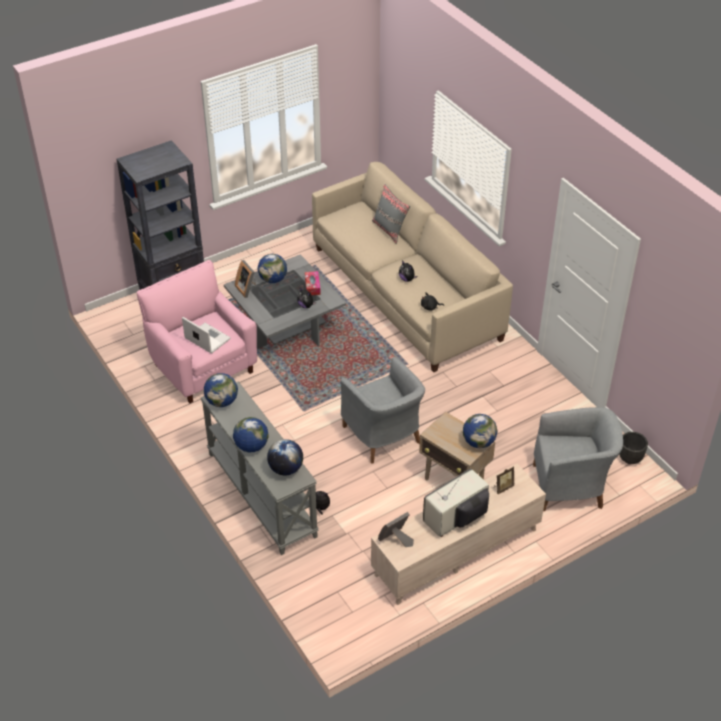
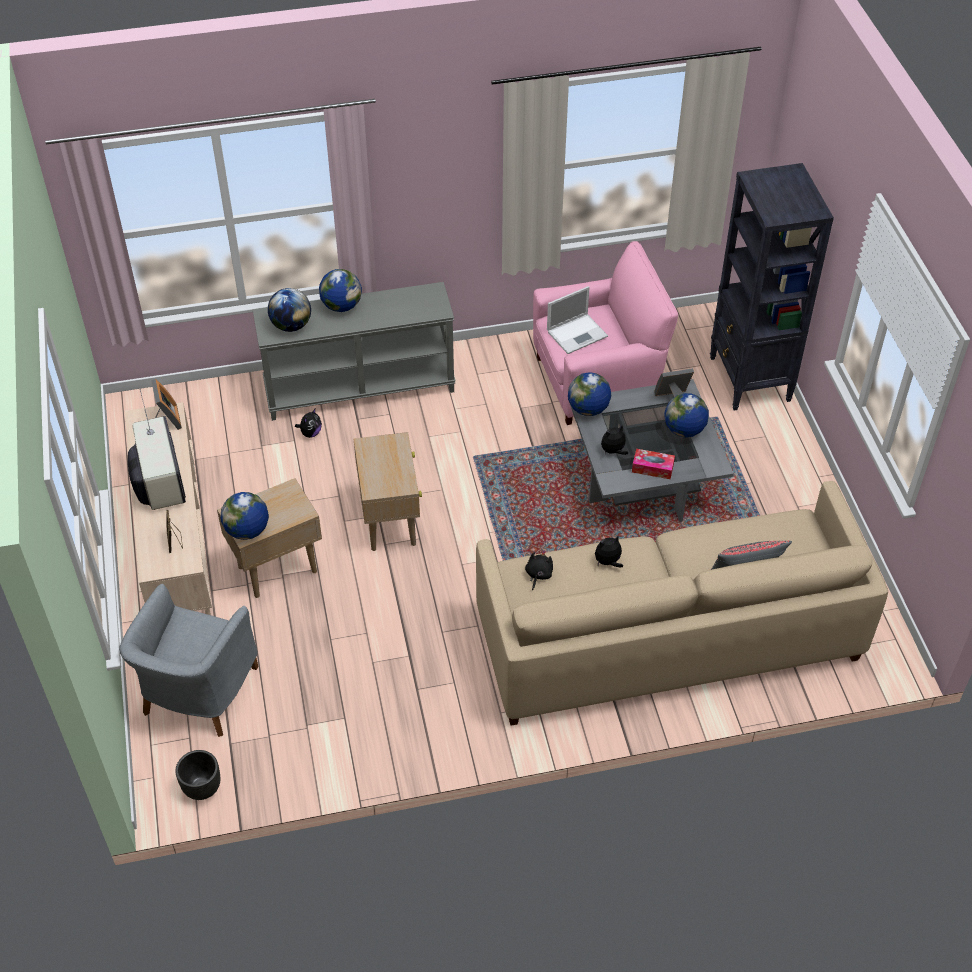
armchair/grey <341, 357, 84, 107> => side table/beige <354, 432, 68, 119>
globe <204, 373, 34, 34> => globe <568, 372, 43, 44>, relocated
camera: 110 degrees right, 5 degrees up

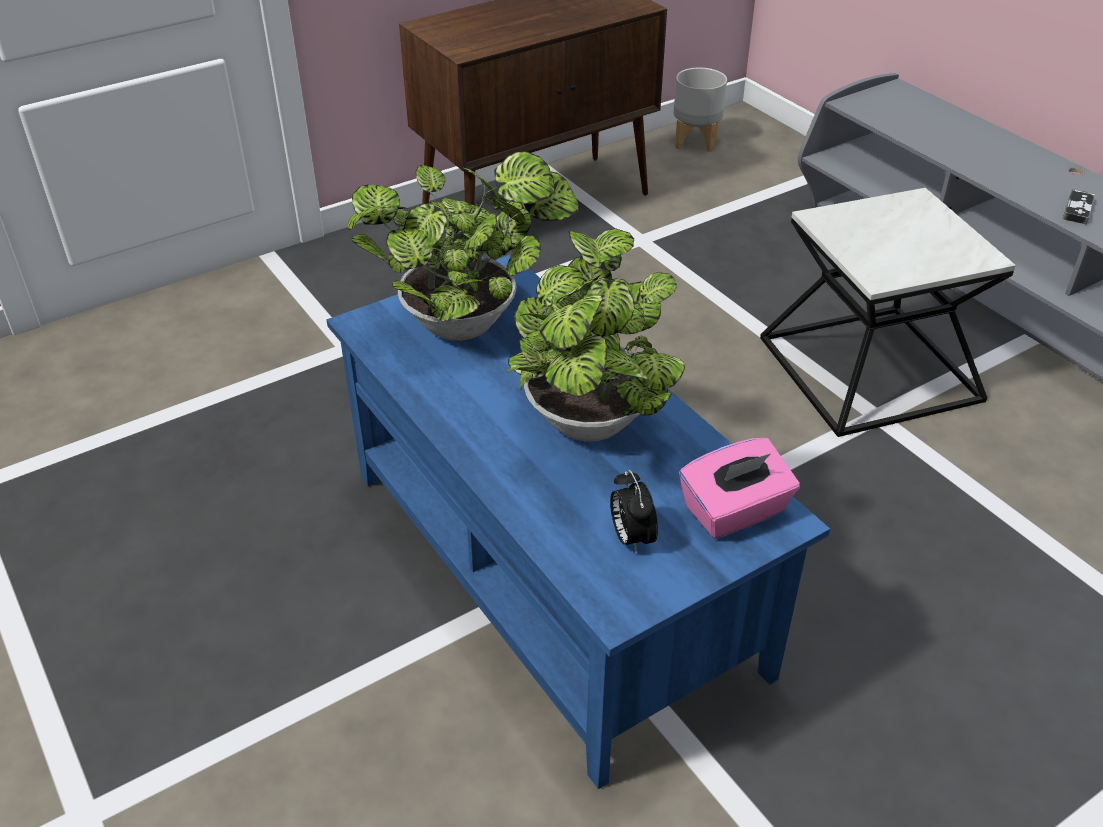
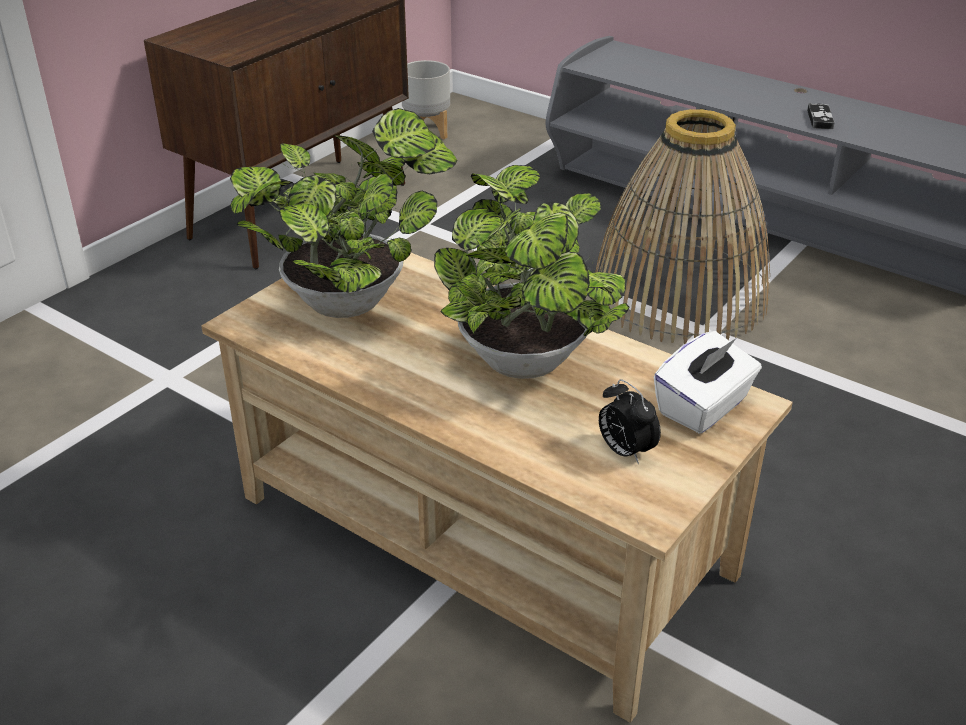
side table <760, 188, 256, 249> => basket <595, 109, 175, 235>
coffee table/blue <326, 254, 504, 535> => coffee table/beige <201, 253, 592, 470>
tissue box/pink <679, 438, 121, 101> => tissue box/white <654, 331, 108, 103>
camera: 20 degrees left, 5 degrees down

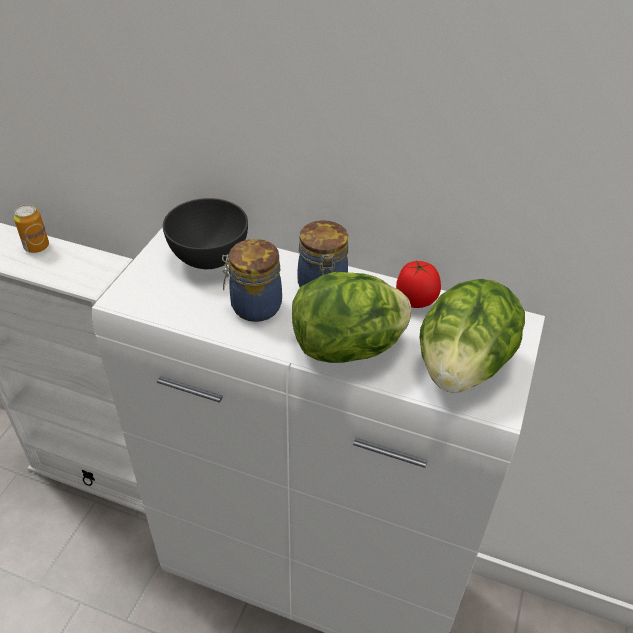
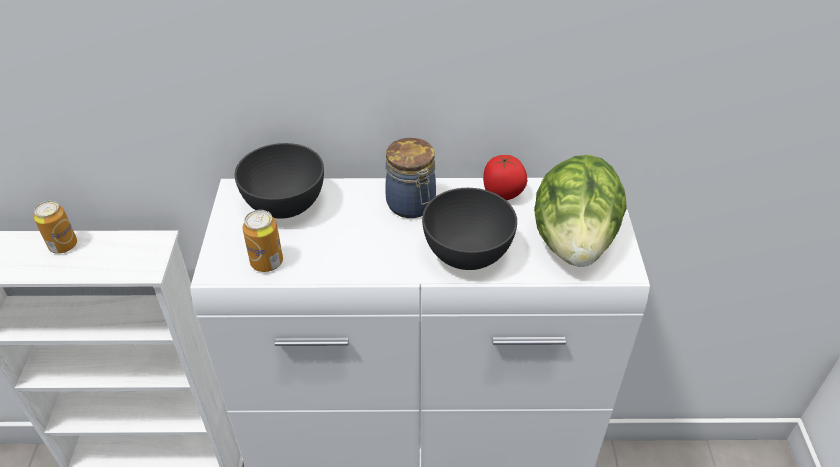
jar <222, 239, 60, 83> => nothing
lettuce <292, 272, 120, 91> => bowl/grey <422, 188, 95, 82>
nothing => can <242, 210, 41, 62>
camera: 20 degrees left, 0 degrees up

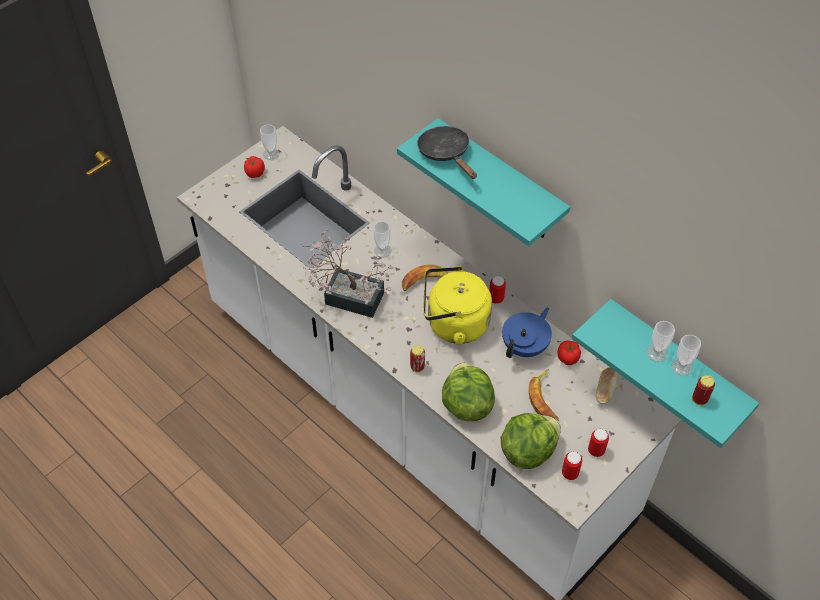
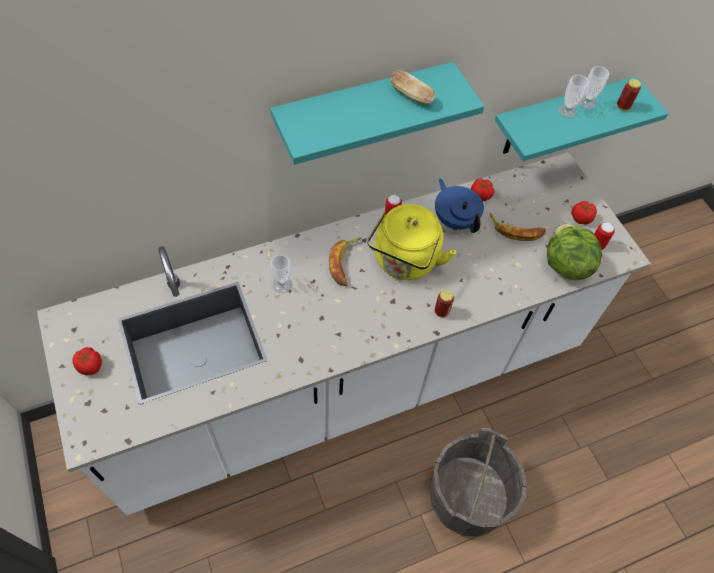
cup <260, 124, 19, 36> => nothing
frying pan/black <417, 126, 60, 53> => nothing
potted plant <303, 229, 91, 89> => nothing
lettuce <442, 362, 53, 60> => nothing
bread <596, 367, 21, 37> => bread <391, 70, 44, 35>, relocated
can <588, 429, 21, 28> => tomato <571, 201, 26, 24>
nothing => bucket/grey <429, 428, 98, 109>
camera: 70 degrees left, 5 degrees up

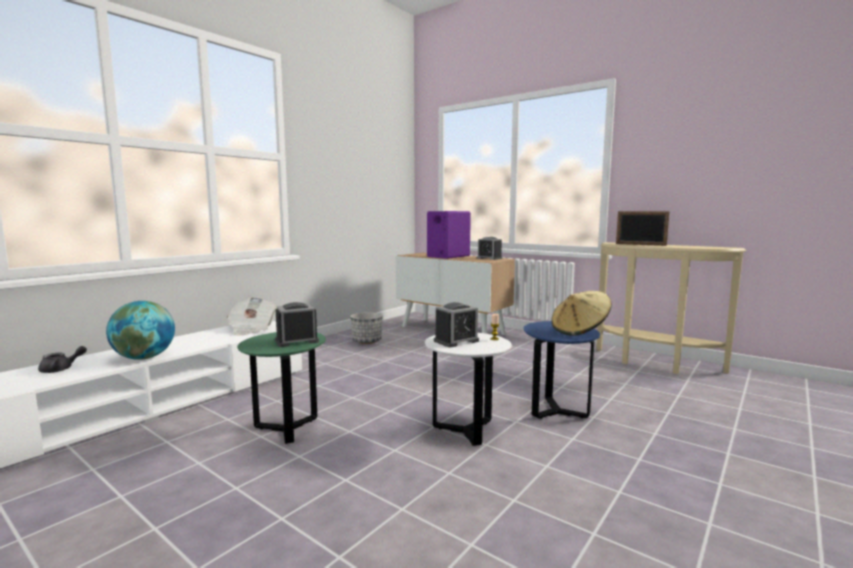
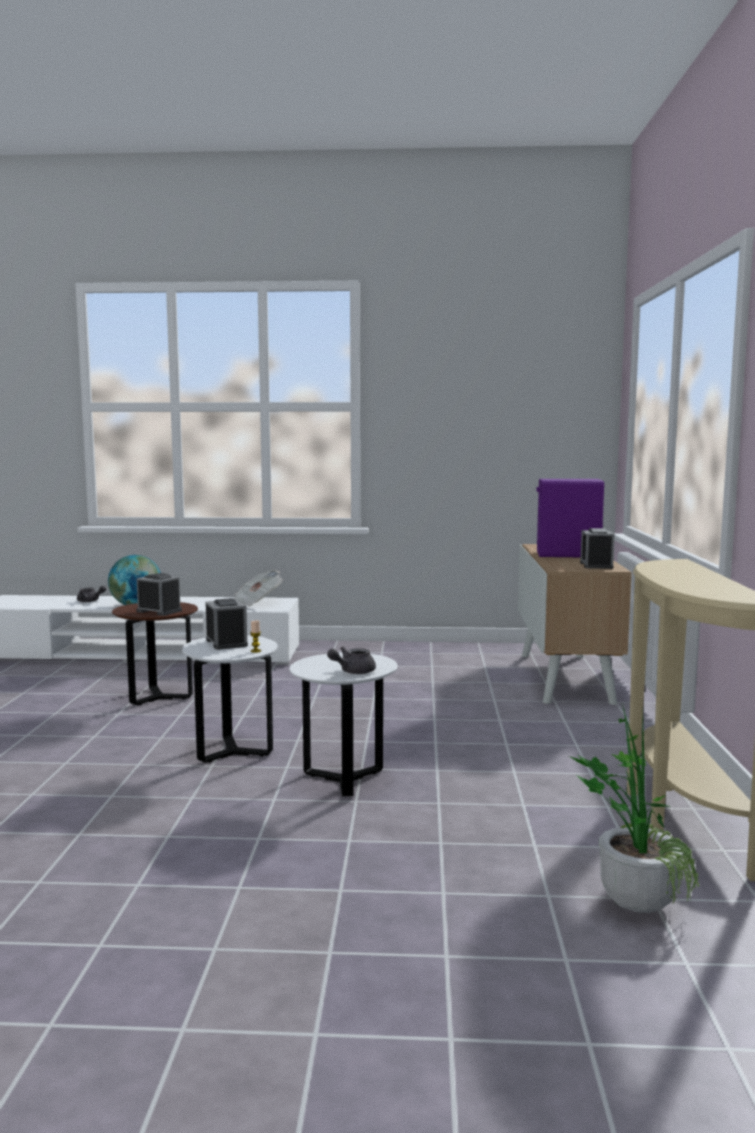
picture frame <616, 211, 54, 35> => nothing
hat/beige <552, 291, 60, 45> => teapot/grey <327, 646, 49, 28>
alarm clock <434, 302, 45, 46> => alarm clock <206, 598, 42, 52>, 135 degrees counterclockwise
planter <350, 312, 33, 32> => nothing
side table/blue <523, 321, 77, 98> => side table/white <289, 652, 109, 144>
side table/green <237, 332, 89, 112> => side table/brown <112, 602, 86, 103>
nothing => potted plant <569, 703, 130, 210>
camera: 55 degrees right, 0 degrees up

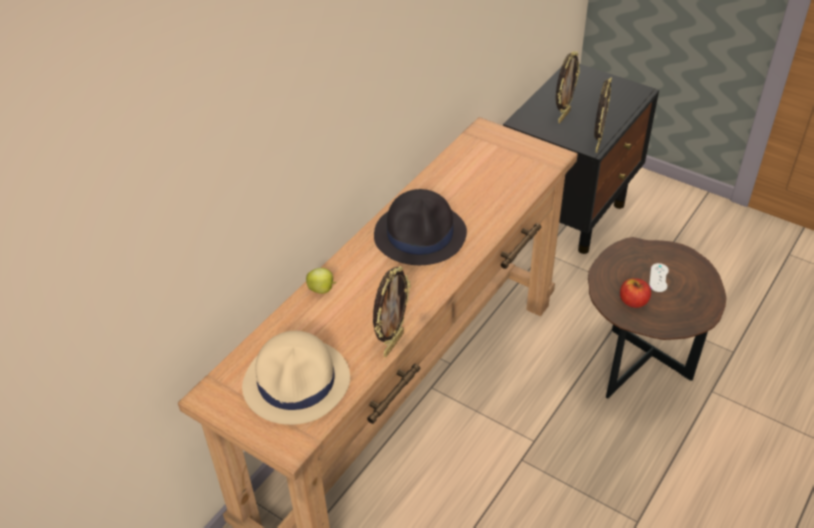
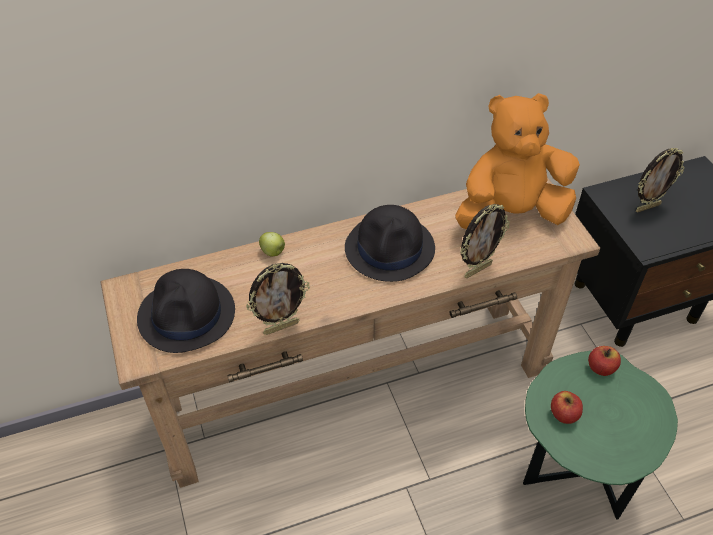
picture frame <594, 78, 18, 75> => picture frame <460, 204, 50, 74>, relocated
side table/brown <588, 237, 138, 162> => side table/green <523, 351, 155, 168>
game controller/white <649, 263, 20, 29> => nothing
hat/beige <242, 331, 108, 94> => hat/black <137, 269, 98, 84>
nothing => plush toy/orange <455, 93, 125, 136>
nothing => apple <588, 346, 33, 30>
camera: 35 degrees right, 5 degrees up

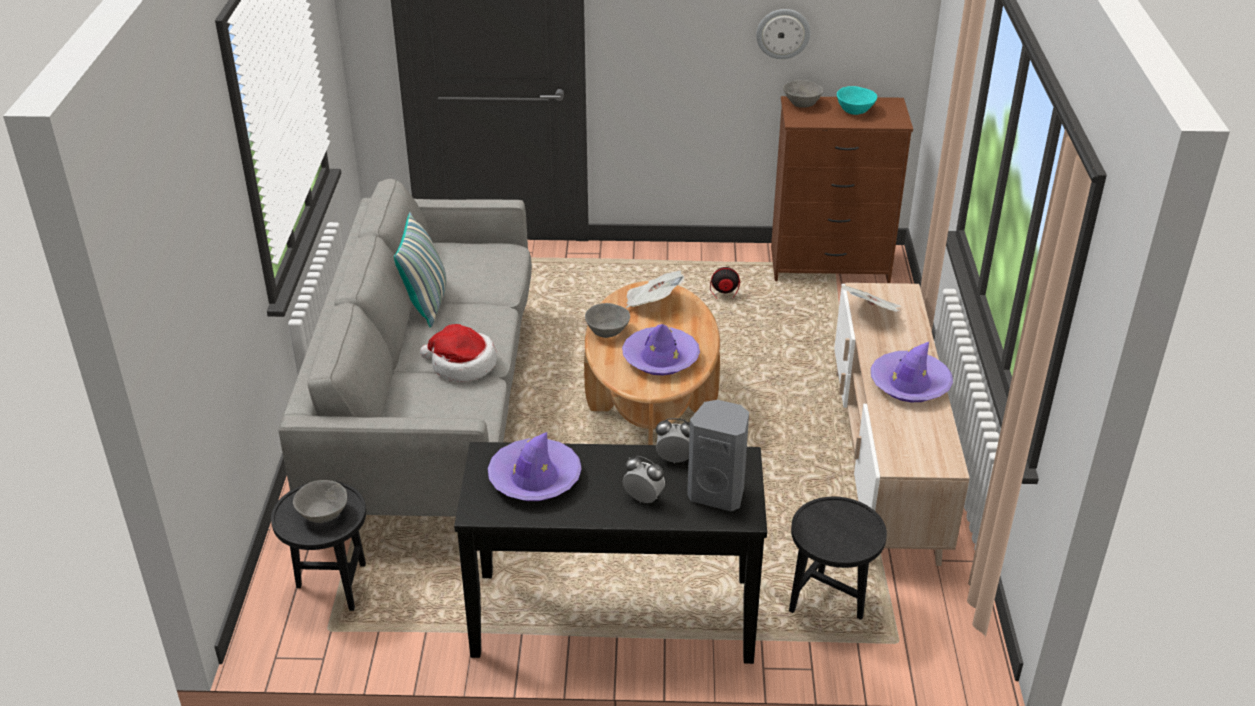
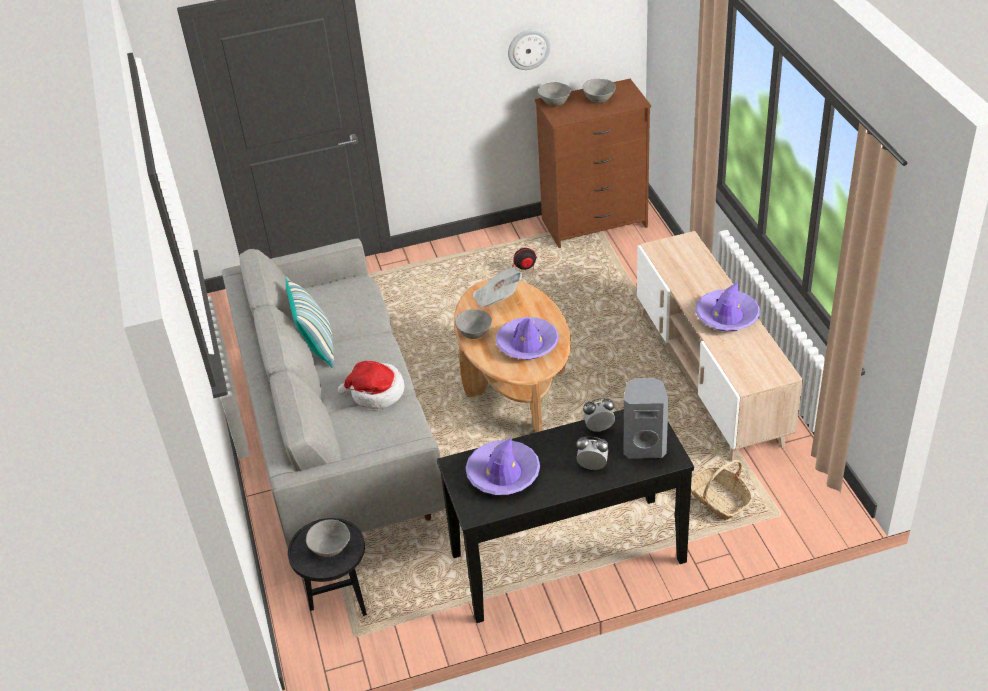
bowl/turquoise <837, 86, 40, 29> => bowl/grey <583, 79, 33, 24>
newspaper <841, 285, 60, 28> => nothing
side table/black <789, 497, 98, 123> => basket <691, 460, 62, 60>
camera: 15 degrees left, 5 degrees up

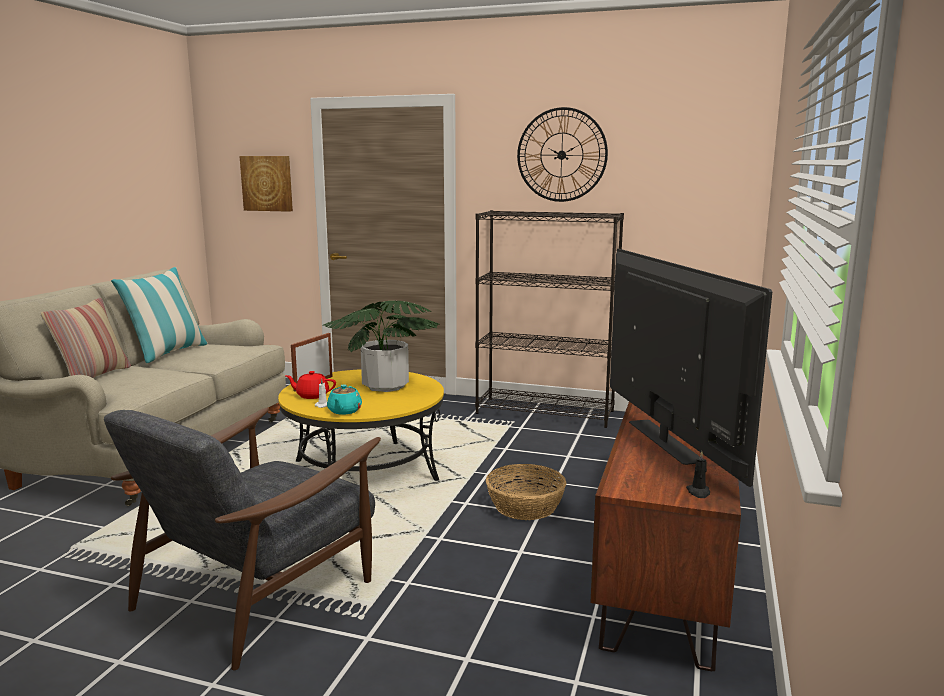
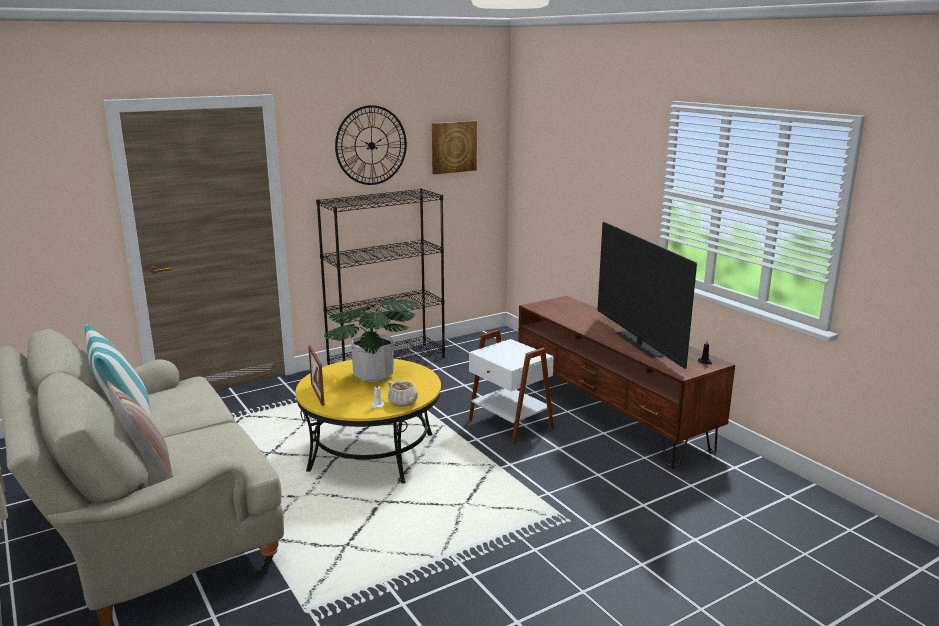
picture <239, 156, 54, 56> => picture <432, 121, 45, 53>, relocated
television <610, 249, 162, 238> => television <597, 222, 100, 147>, 135 degrees counterclockwise
teapot/red <285, 371, 51, 28> => nothing
teapot/turquoise <327, 384, 35, 31> => teapot/beige <388, 380, 31, 27>
armchair/grey <104, 408, 277, 262> => nothing
basket <486, 464, 81, 56> => side table/white <469, 330, 85, 115>
camera: 50 degrees left, 5 degrees up

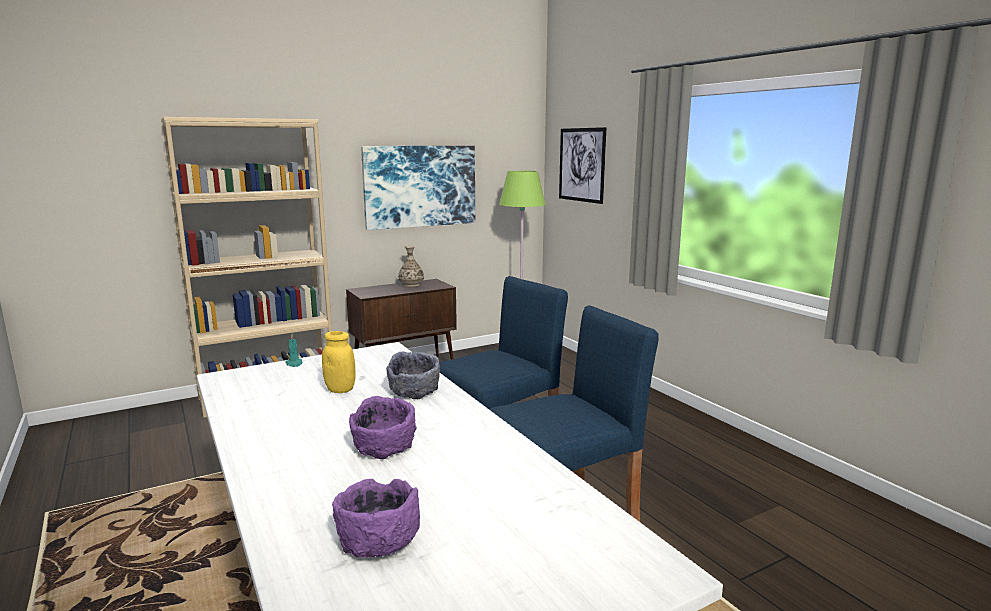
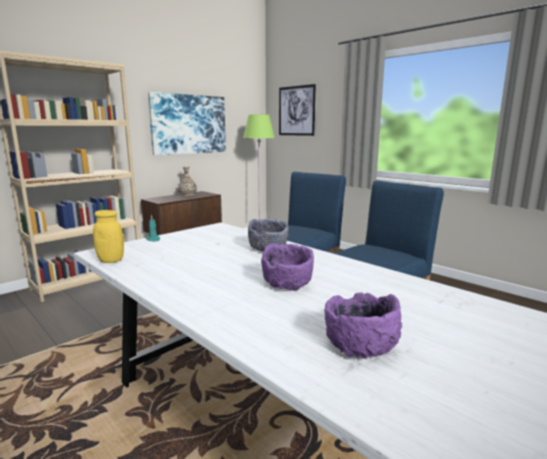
jar/yellow <322, 331, 34, 62> => jar/yellow <93, 210, 31, 53>, relocated
camera: 15 degrees left, 0 degrees up

